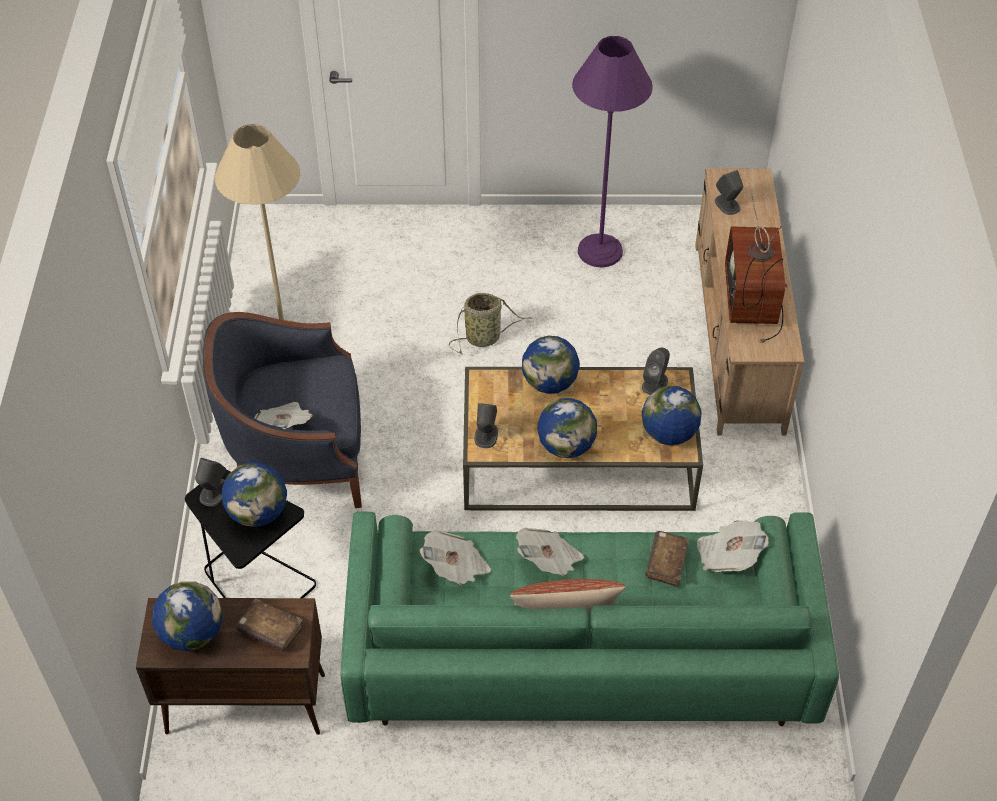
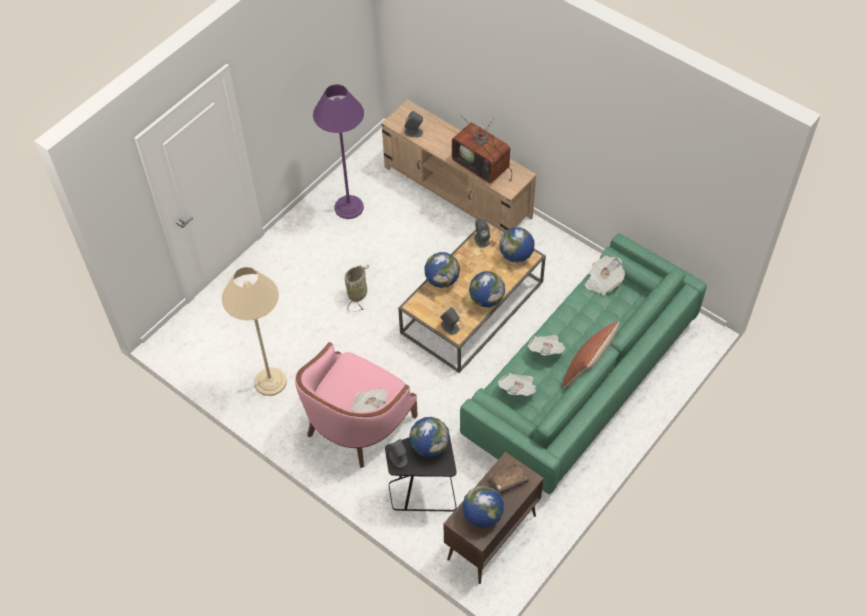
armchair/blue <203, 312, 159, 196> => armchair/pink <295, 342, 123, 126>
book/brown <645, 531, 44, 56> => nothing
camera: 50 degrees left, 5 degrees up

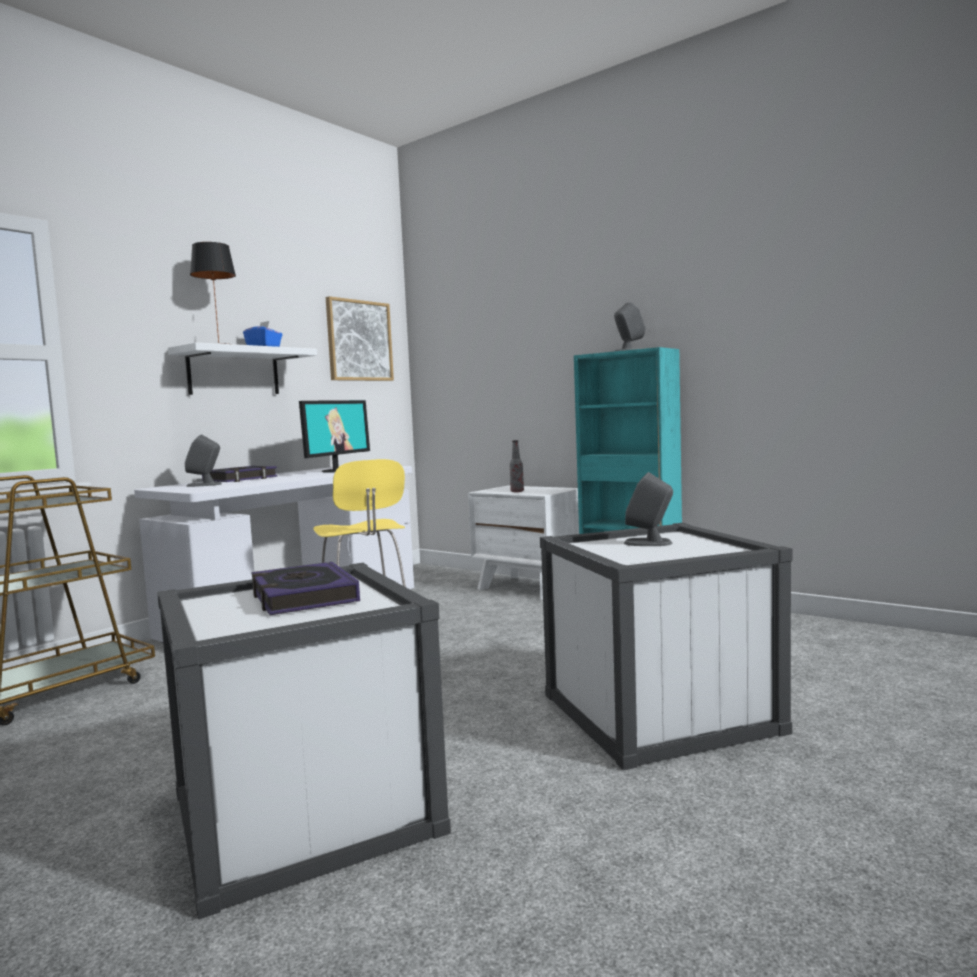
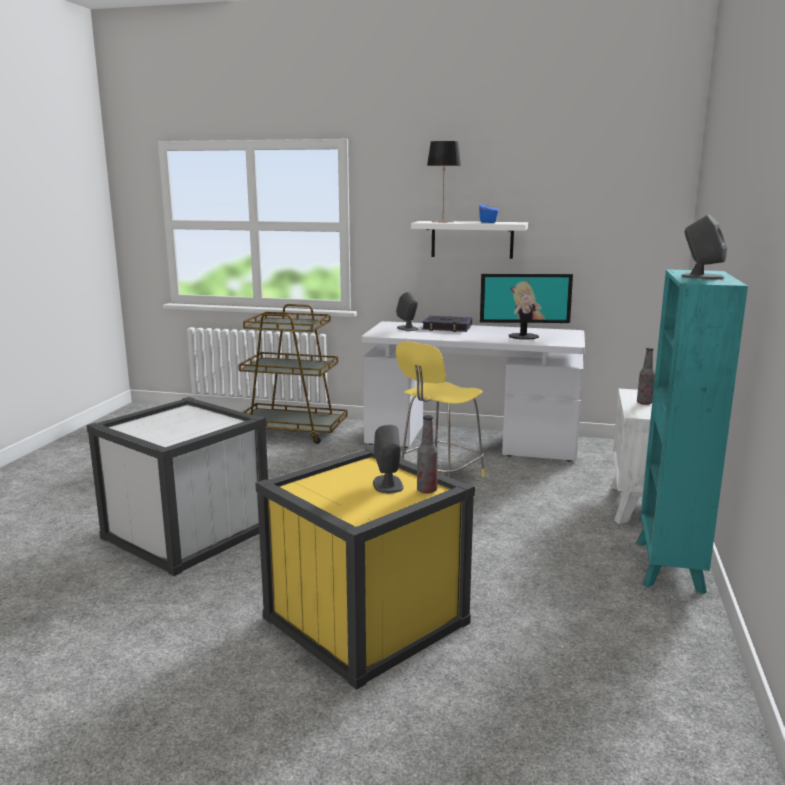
picture <326, 296, 68, 85> => nothing
storage box/white <540, 523, 252, 247> => storage box/yellow <255, 446, 220, 244>
book <251, 562, 109, 53> => nothing
nothing => bottle <417, 415, 21, 79>
camera: 65 degrees right, 10 degrees up

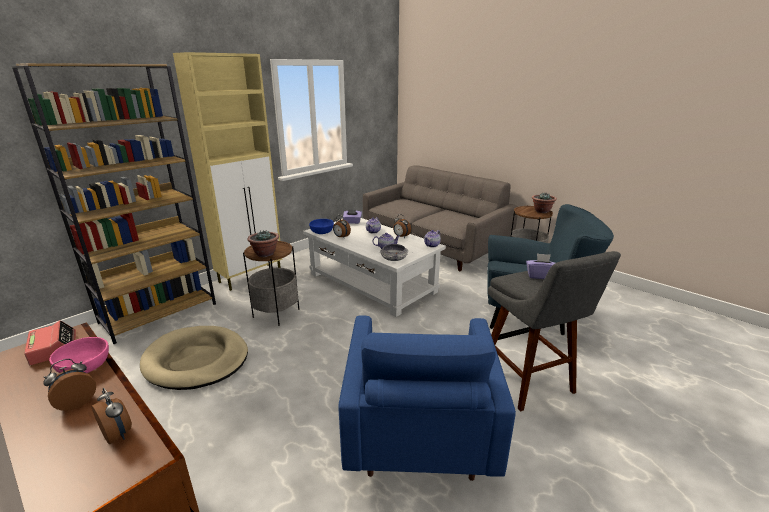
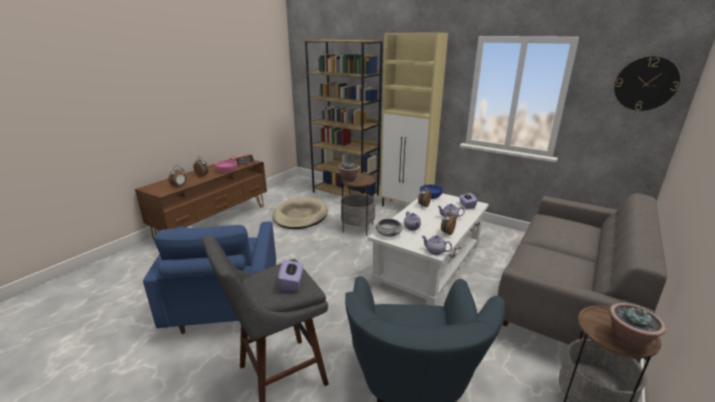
armchair/blue <338, 315, 178, 166> => armchair/blue <143, 222, 133, 112>, 90 degrees counterclockwise
nothing => wall clock <614, 56, 66, 55>
camera: 80 degrees right, 0 degrees up

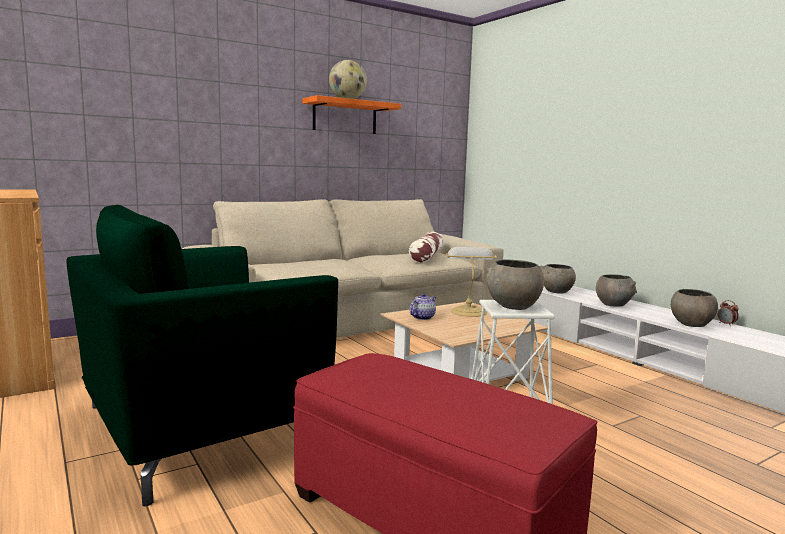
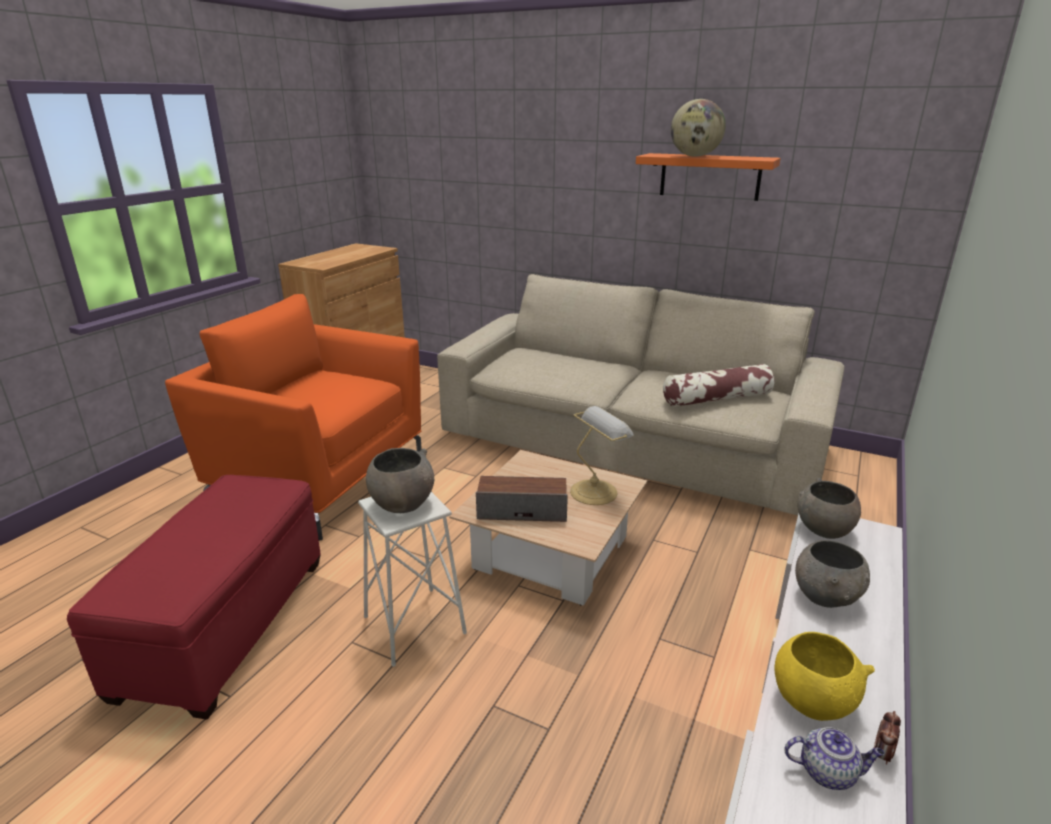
armchair/green <66, 205, 272, 301> => armchair/orange <165, 294, 257, 246>
bowl/grey <671, 289, 47, 38> => bowl/yellow <774, 632, 101, 89>
teapot <409, 293, 27, 27> => teapot <784, 727, 101, 63>, relocated
nothing => speaker <476, 476, 92, 46>
camera: 60 degrees right, 15 degrees up

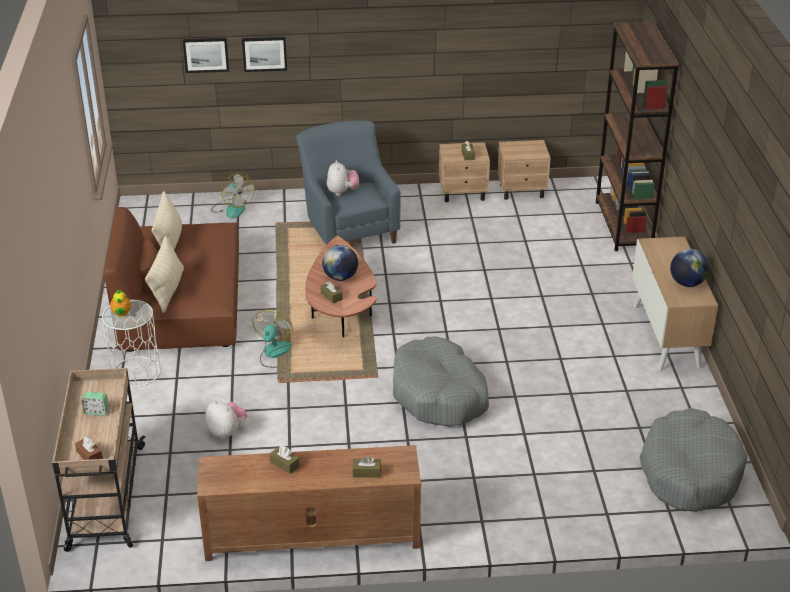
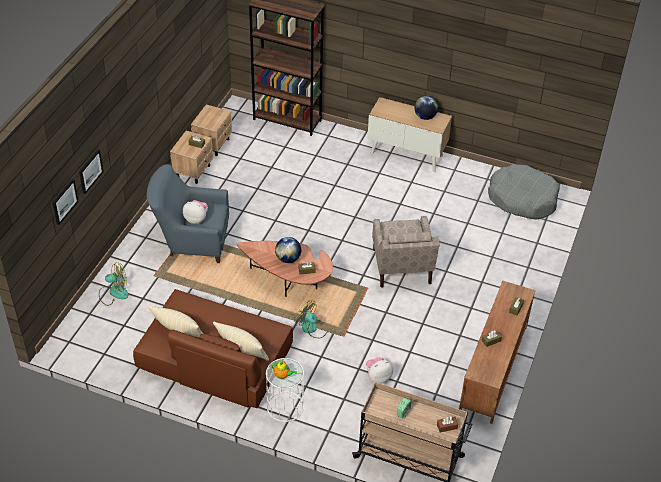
dog bed/grey <393, 336, 96, 91> => armchair/beige <372, 216, 67, 72>
camera: 65 degrees left, 10 degrees up

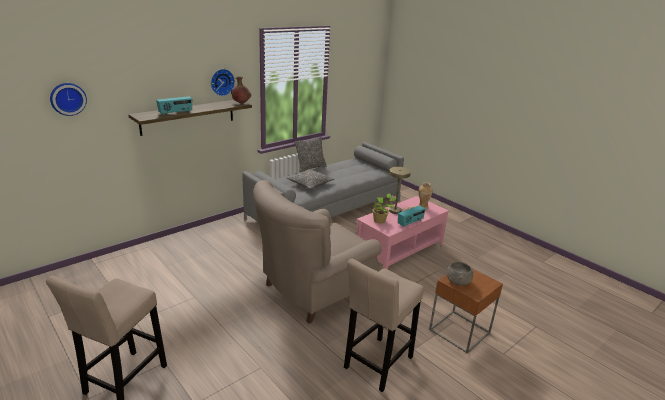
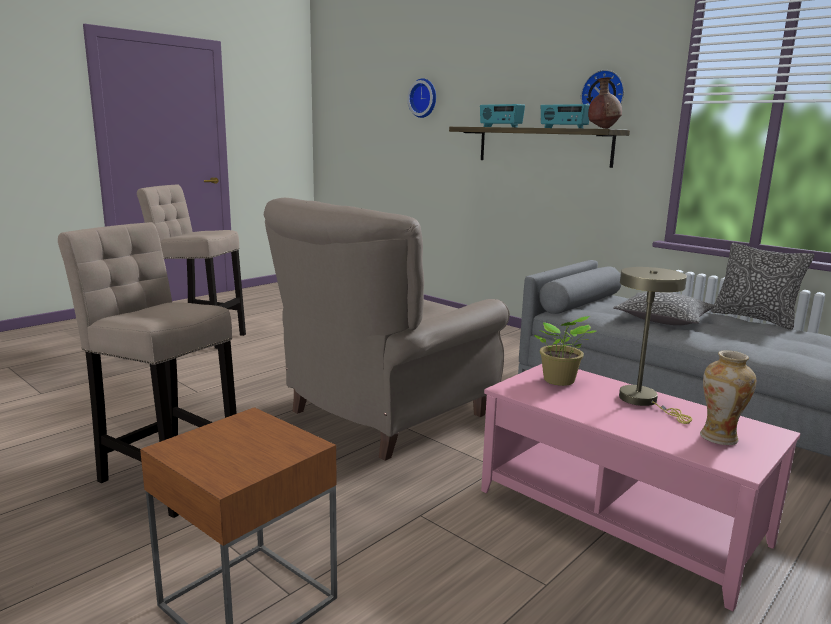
armchair/beige <253, 180, 129, 144> => armchair/beige <264, 198, 246, 263>, 90 degrees counterclockwise
radio <398, 205, 27, 22> => radio <541, 104, 49, 25>, relocated
bowl/grey <446, 262, 28, 23> => nothing
camera: 85 degrees right, 10 degrees down

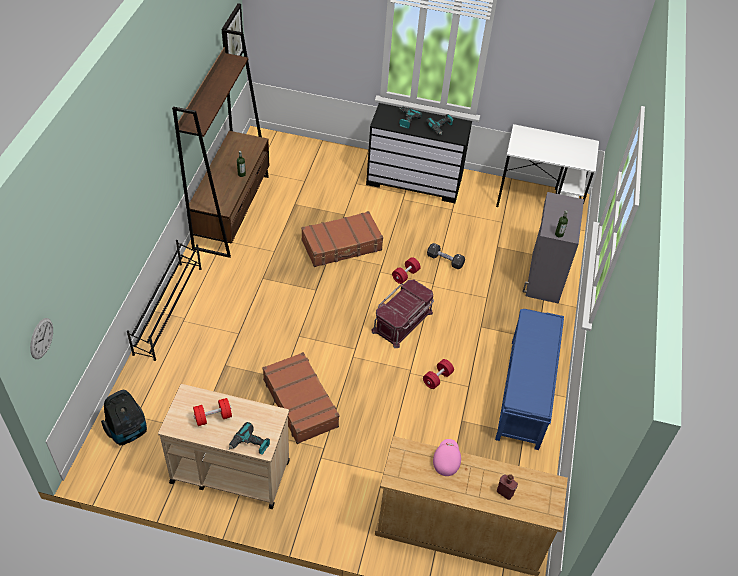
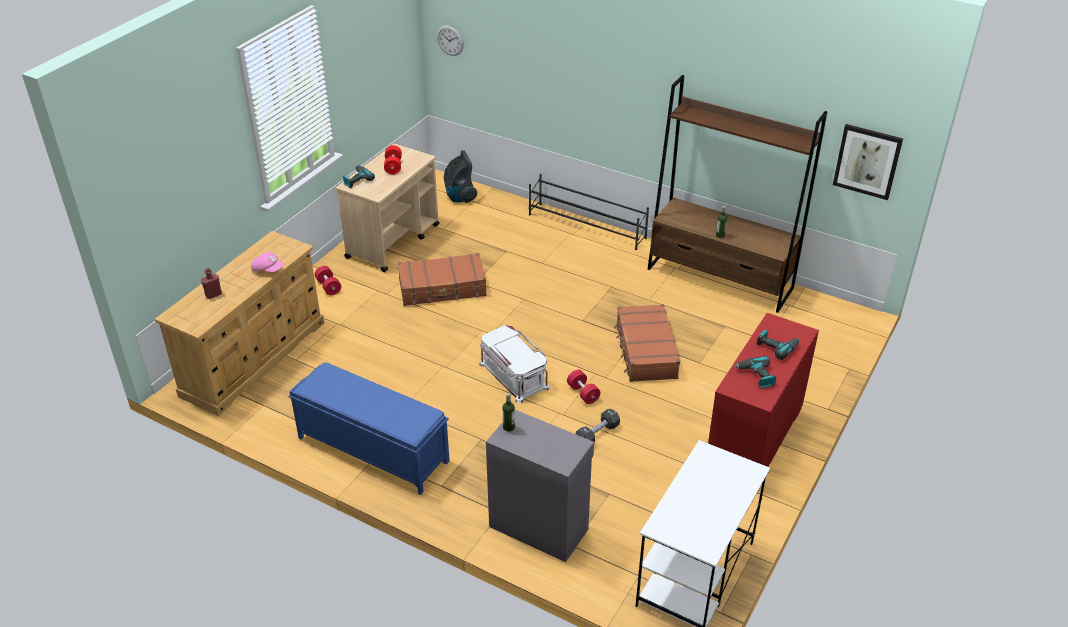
dresser/black <366, 103, 106, 100> => dresser/red <708, 313, 111, 154>
storage box/red <372, 280, 62, 68> => storage box/white <479, 325, 71, 78>
dumbbell/red <423, 359, 31, 30> => dumbbell/red <315, 266, 26, 29>, relocated
camera: 110 degrees right, 10 degrees down

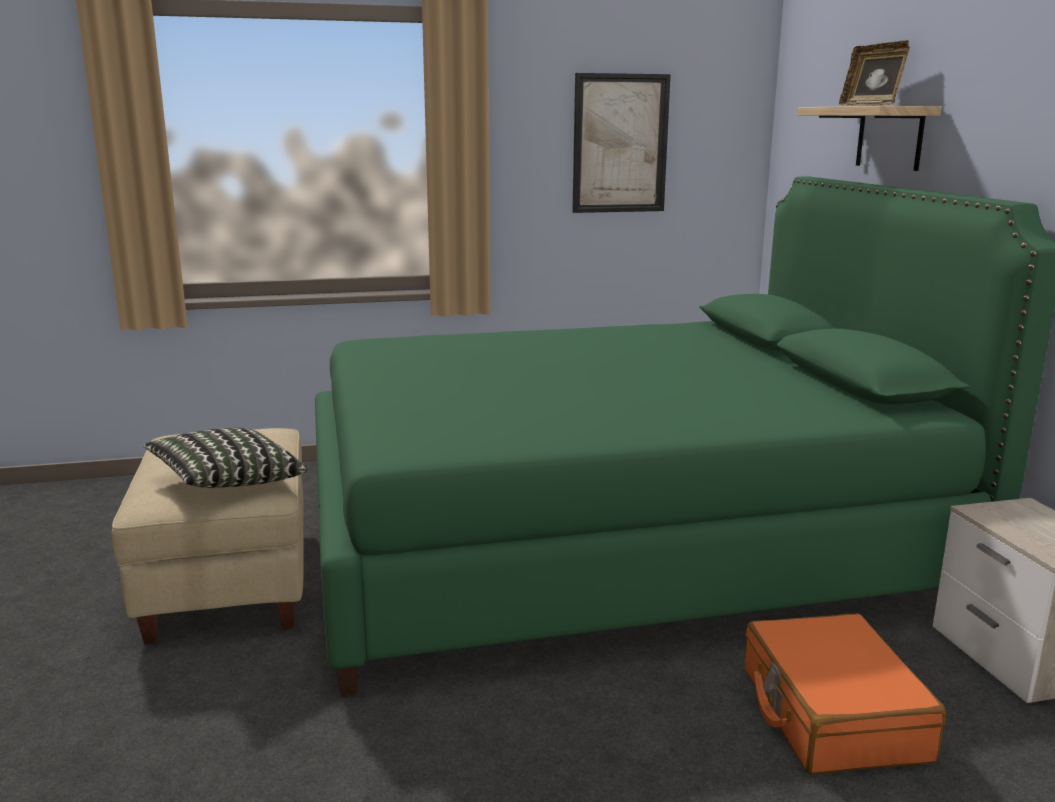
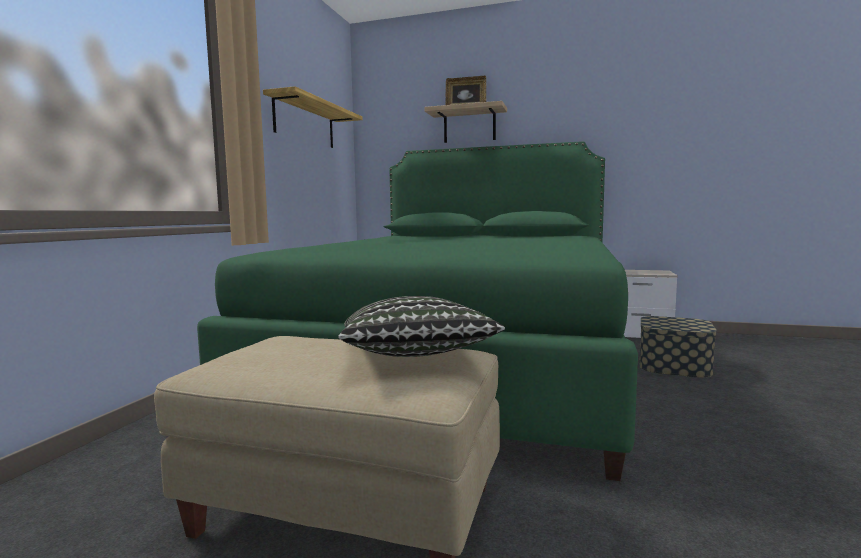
picture <572, 73, 99, 140> => shelf <263, 86, 99, 62>
suitcase/orange <745, 613, 201, 162> => storage box <640, 316, 77, 62>
camera: 60 degrees left, 10 degrees down

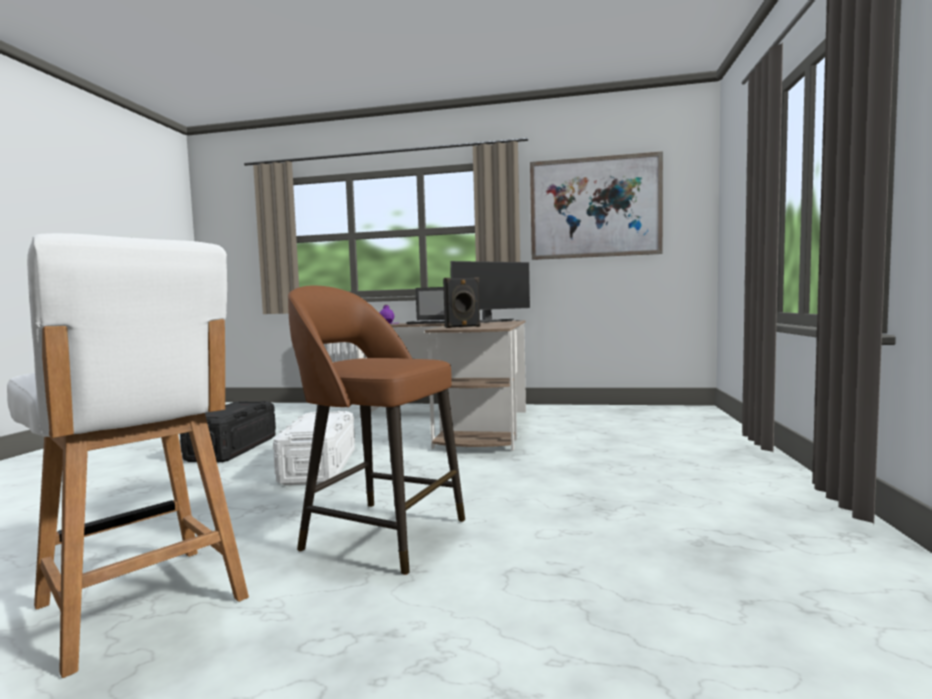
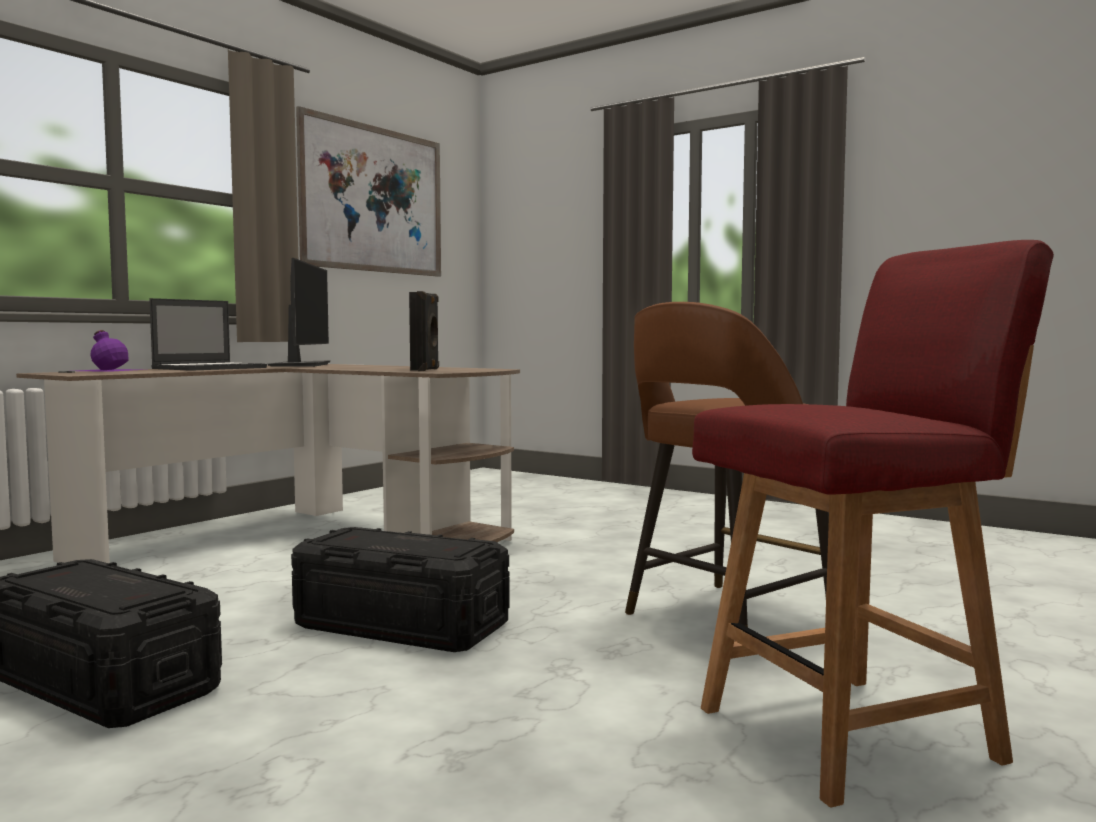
chair/white <7, 233, 242, 445> => chair/red <692, 240, 362, 568>
storage box/white <273, 411, 82, 74> => storage box/black <291, 527, 219, 125>
camera: 65 degrees left, 0 degrees up

